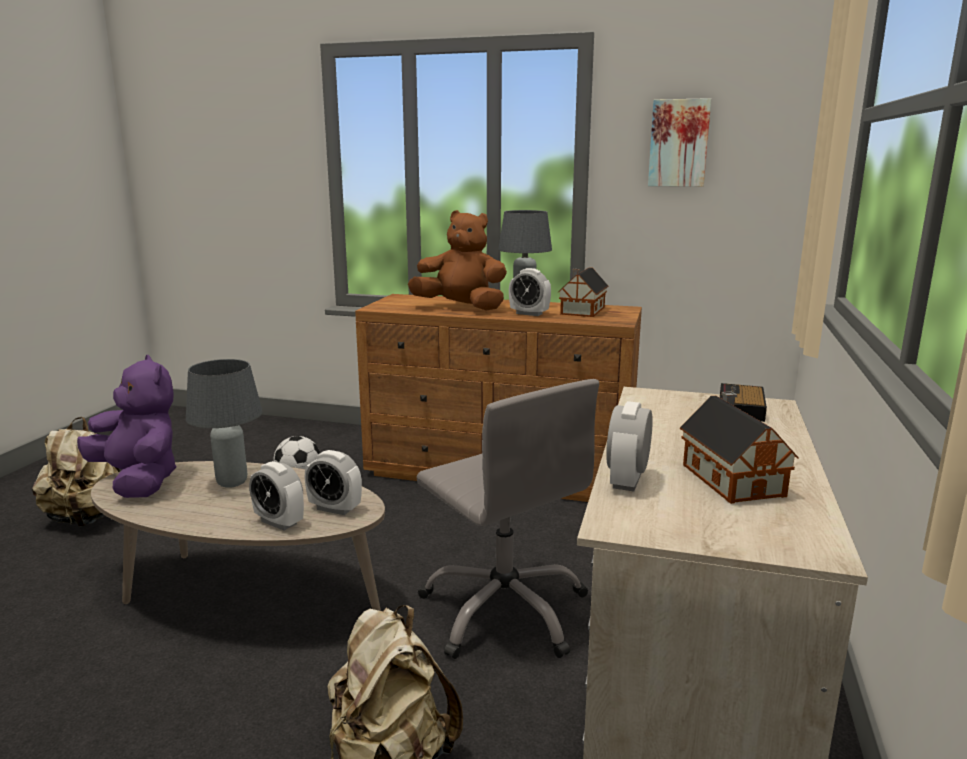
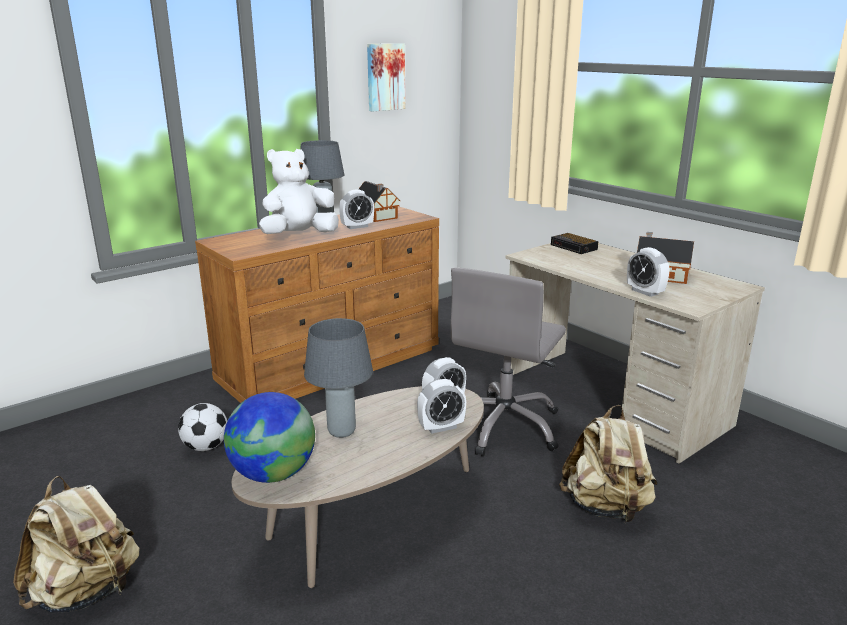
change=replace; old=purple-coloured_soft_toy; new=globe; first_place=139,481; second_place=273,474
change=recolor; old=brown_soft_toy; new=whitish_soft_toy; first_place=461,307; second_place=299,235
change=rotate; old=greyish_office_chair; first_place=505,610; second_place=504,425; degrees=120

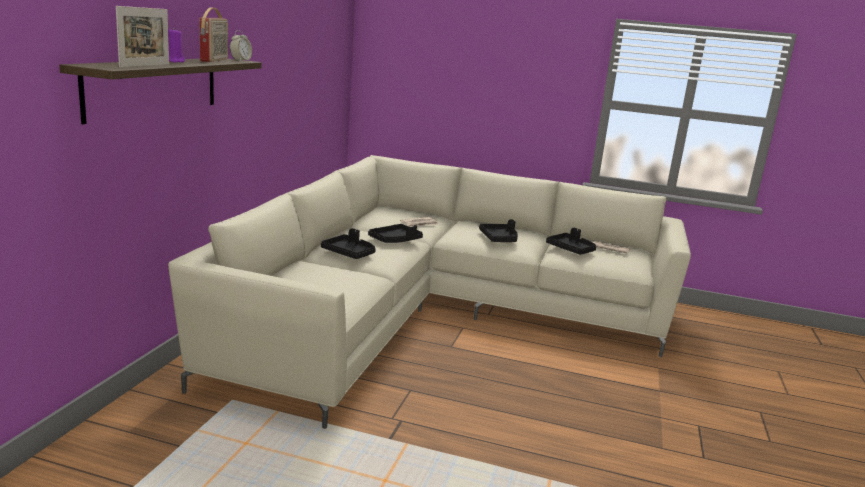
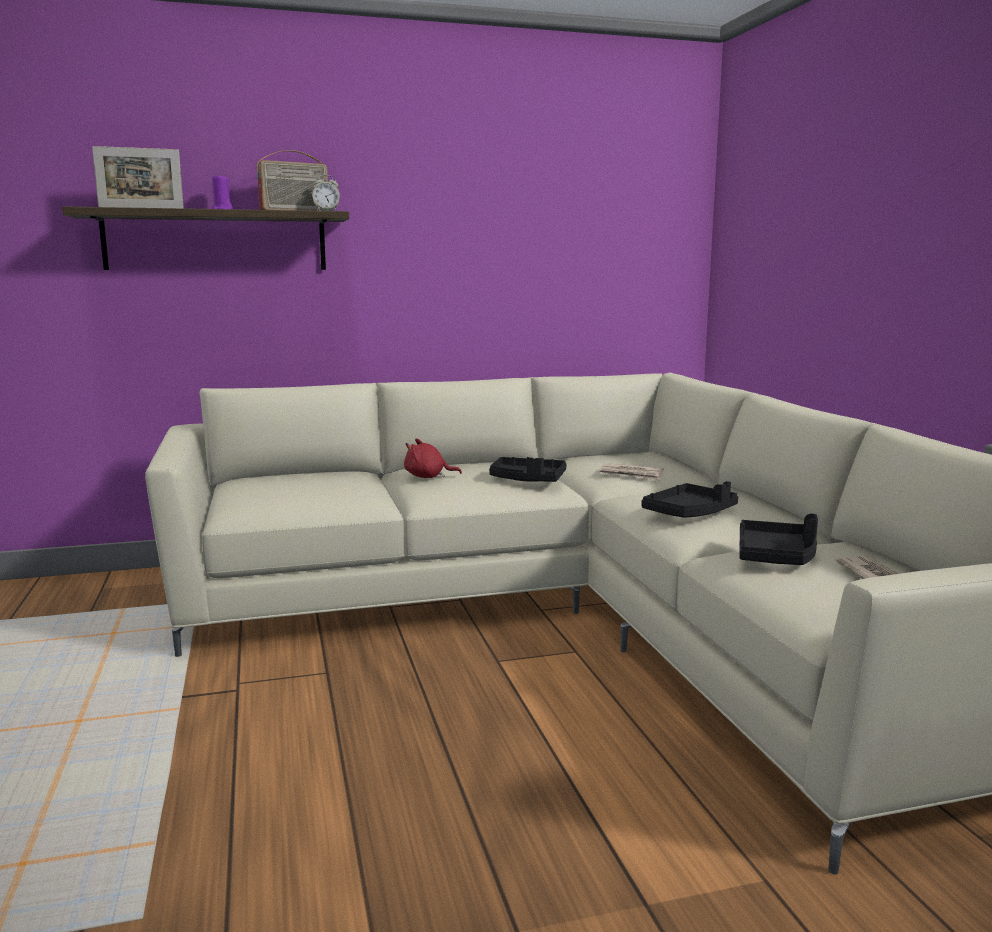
change=replace; old=blackish_tray; new=red_soft_toy; first_place=349,253; second_place=428,477

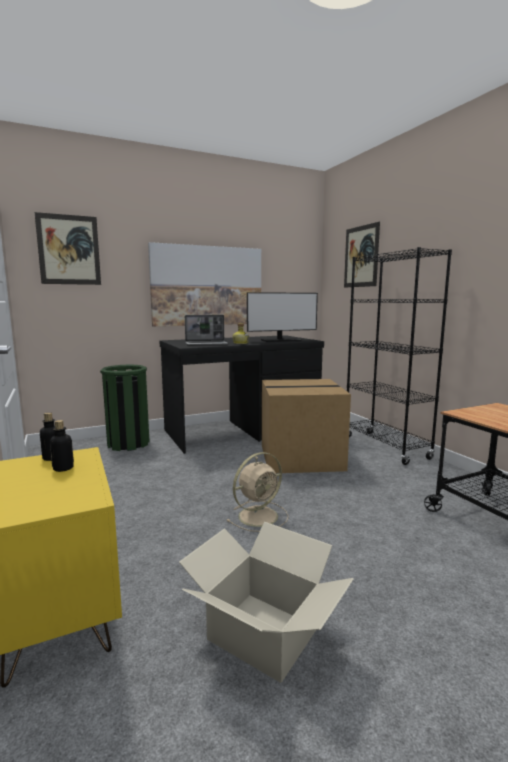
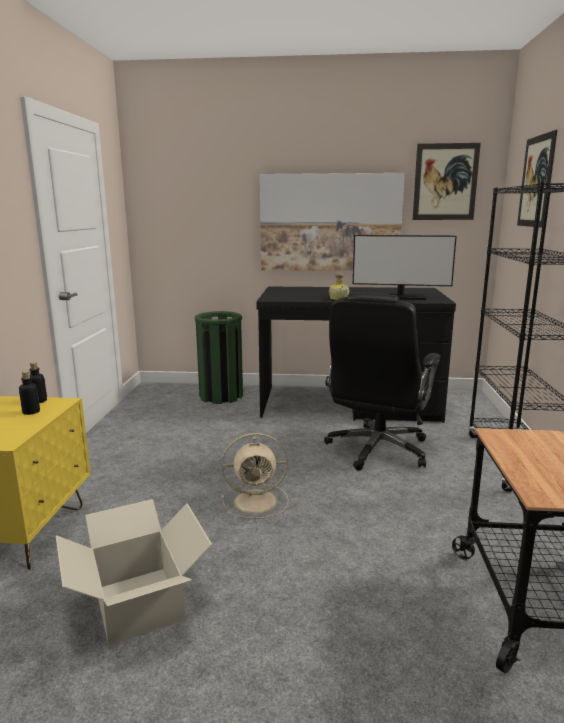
change=replace; old=packing_box; new=blackish_office_chair; first_place=300,458; second_place=377,450
change=move; old=wall_art; first_place=69,250; second_place=445,182
change=delete; old=portable_computer; first_place=207,344

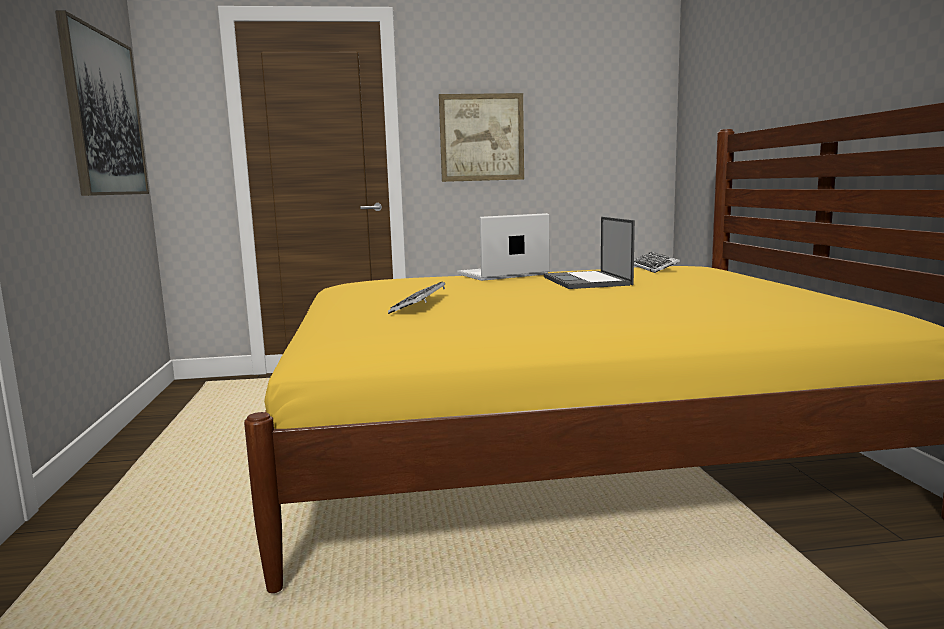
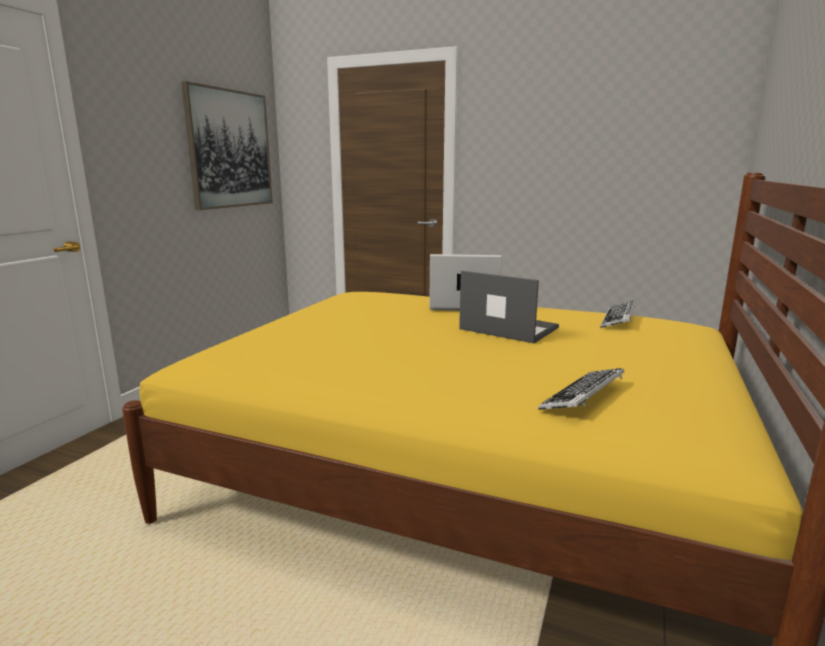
change=rotate; old=portable_computer; first_place=587,281; second_place=507,328; degrees=105
change=move; old=computer_keyboard; first_place=419,304; second_place=583,397
change=delete; old=wall_art; first_place=482,137

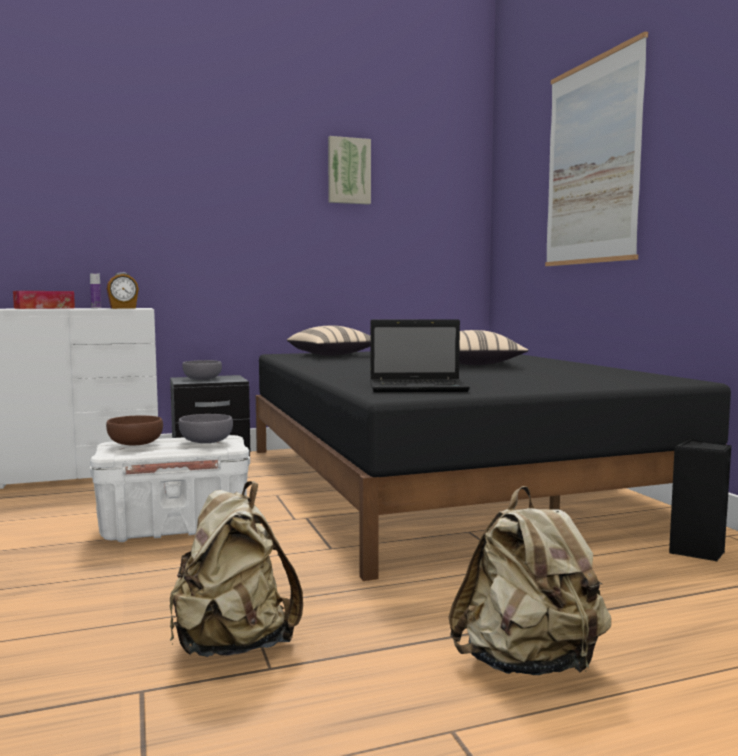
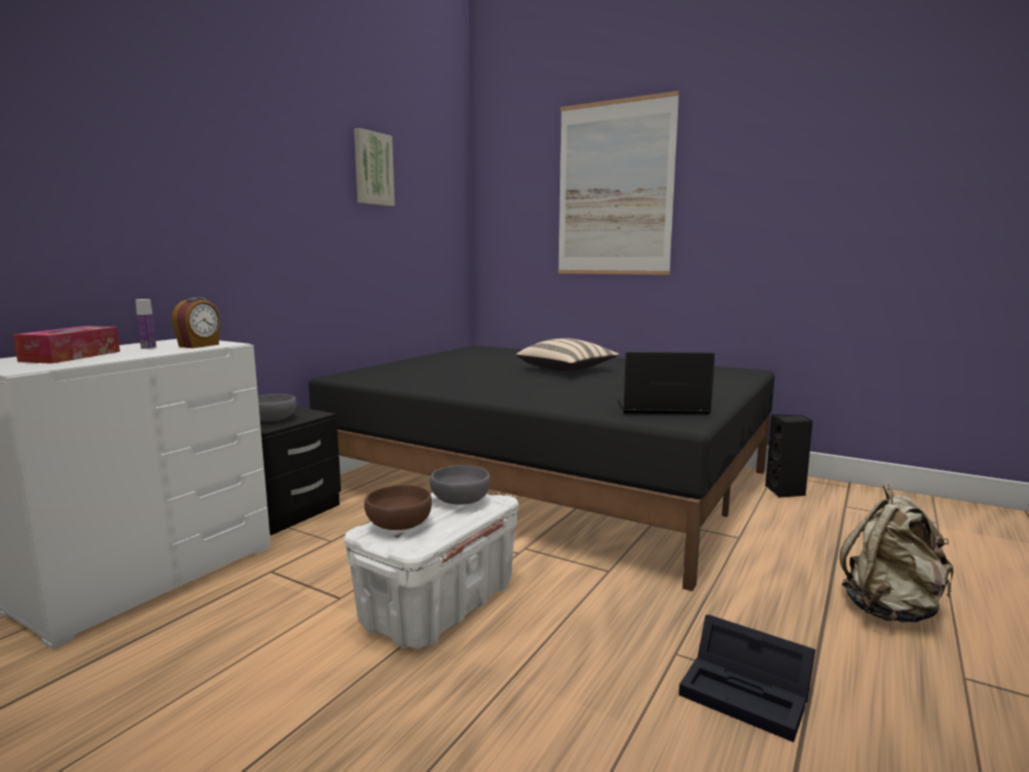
change=rotate; old=portable_computer; first_place=420,388; second_place=659,408; degrees=-135
change=replace; old=sand-coloured_knapsack; new=blackish_storage_container; first_place=233,645; second_place=749,693
change=delete; old=sand-coloured_throw_pillow; first_place=332,355

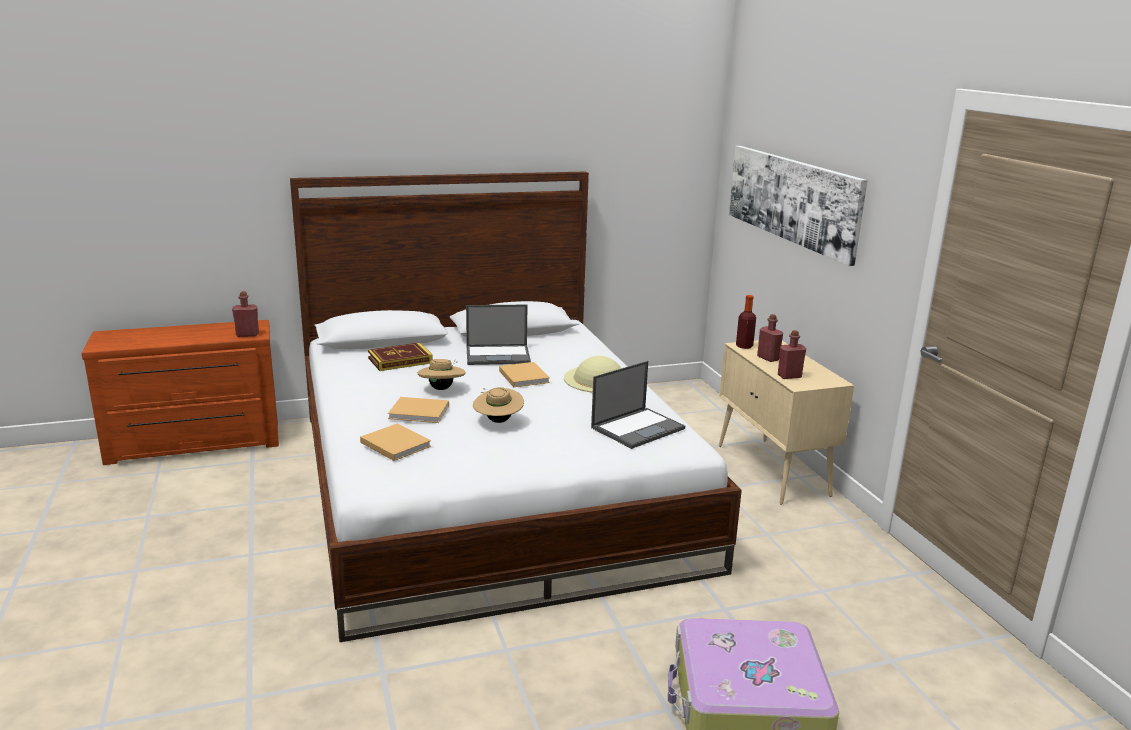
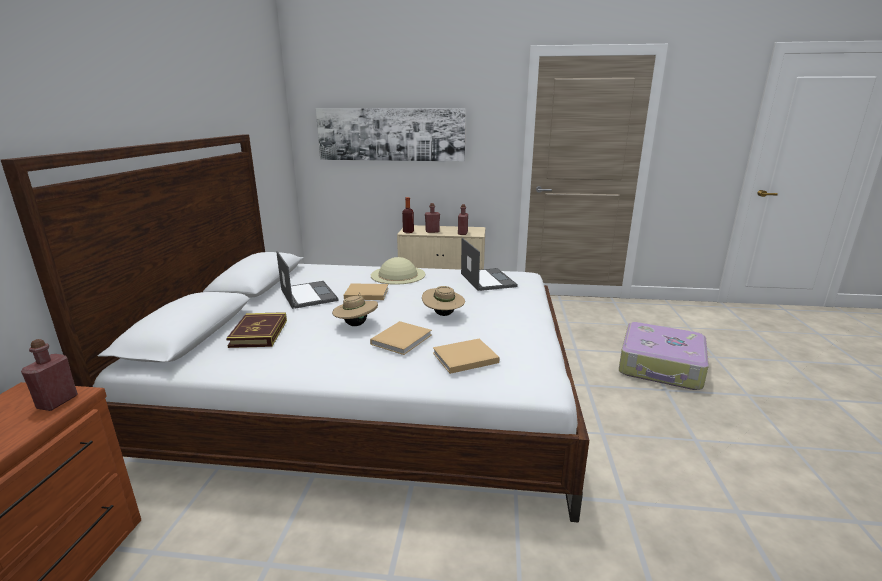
change=rotate; old=portable_computer; first_place=498,355; second_place=308,295; degrees=-45

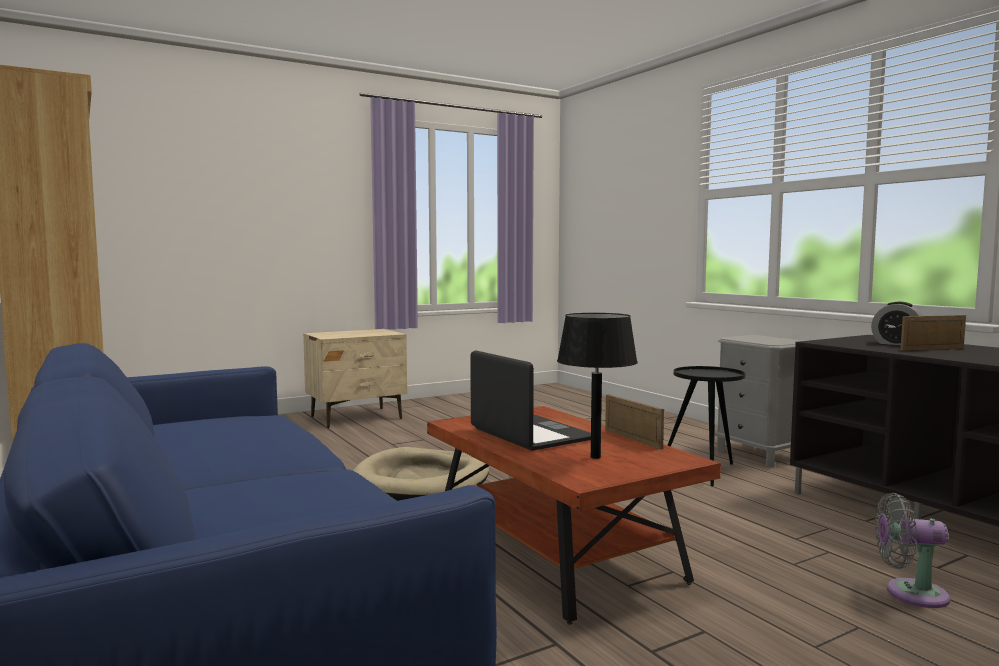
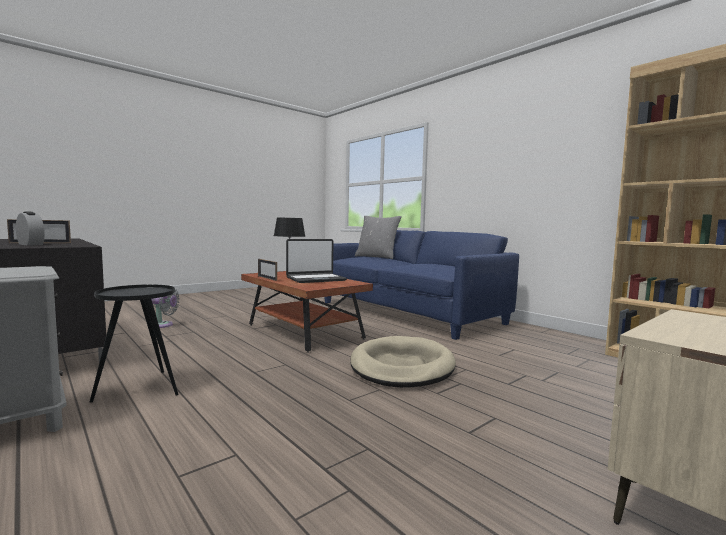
change=rotate; old=portable_computer; first_place=529,435; second_place=316,279; degrees=-75
change=insert; new=greyish_throw_pillow; second_place=377,257

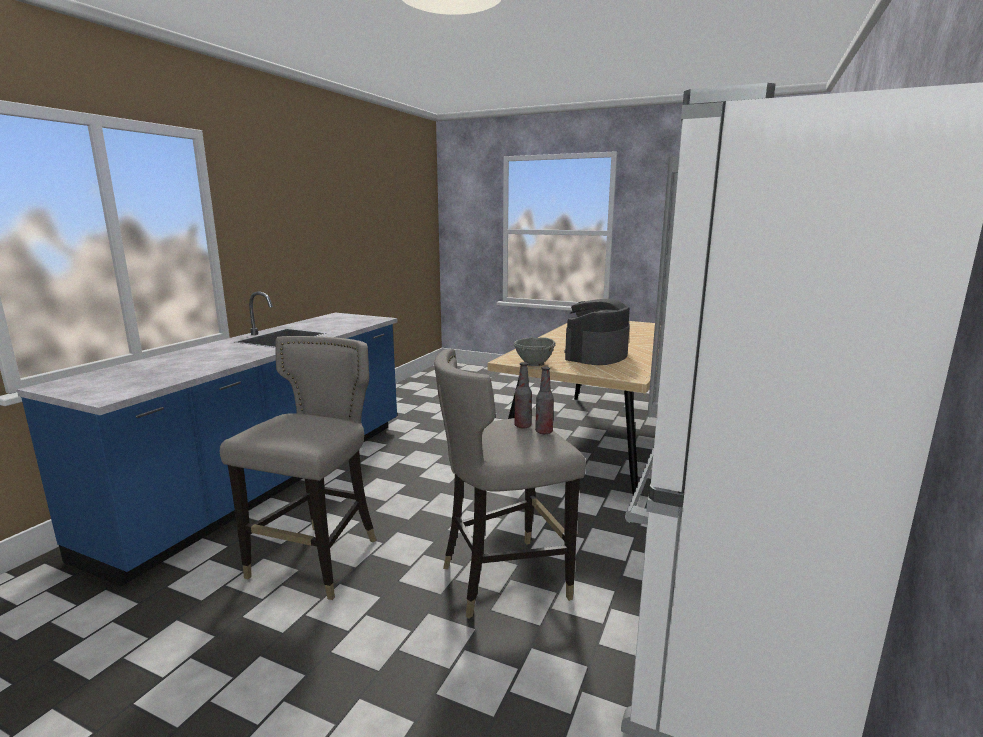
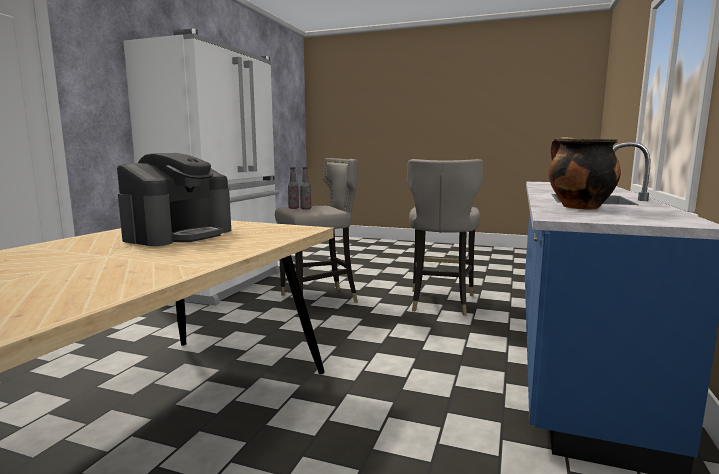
change=insert; new=cooking_pot; second_place=578,207
change=delete; old=greyish_serving_bowl; first_place=534,364

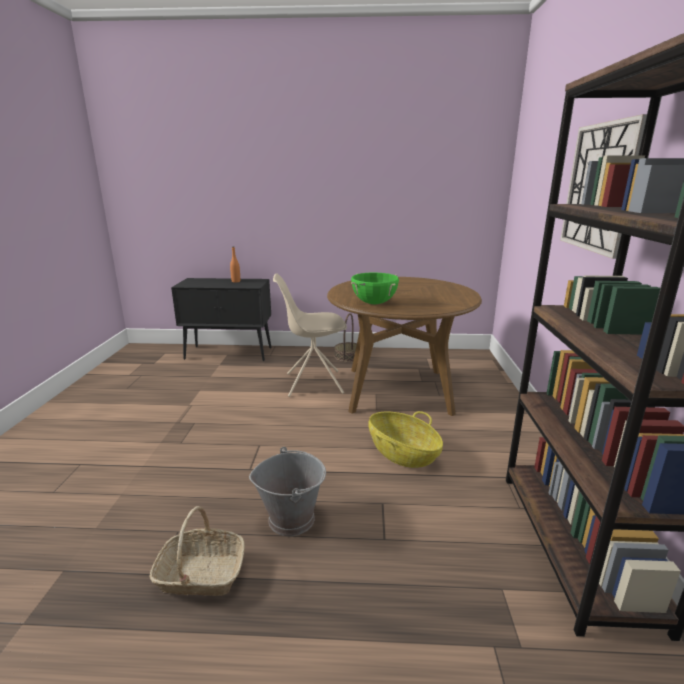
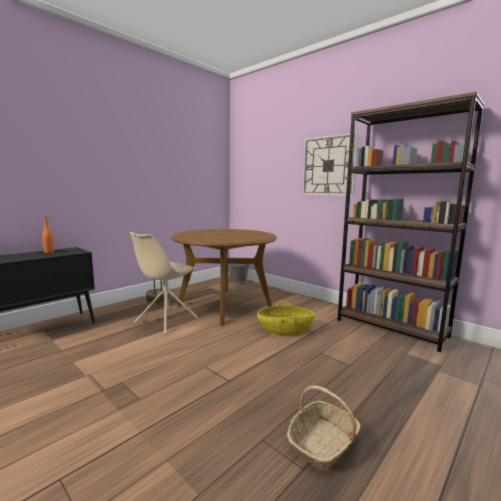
change=move; old=greyish_bucket; first_place=291,518; second_place=238,282
change=delete; old=greenish_cooking_pot; first_place=374,303

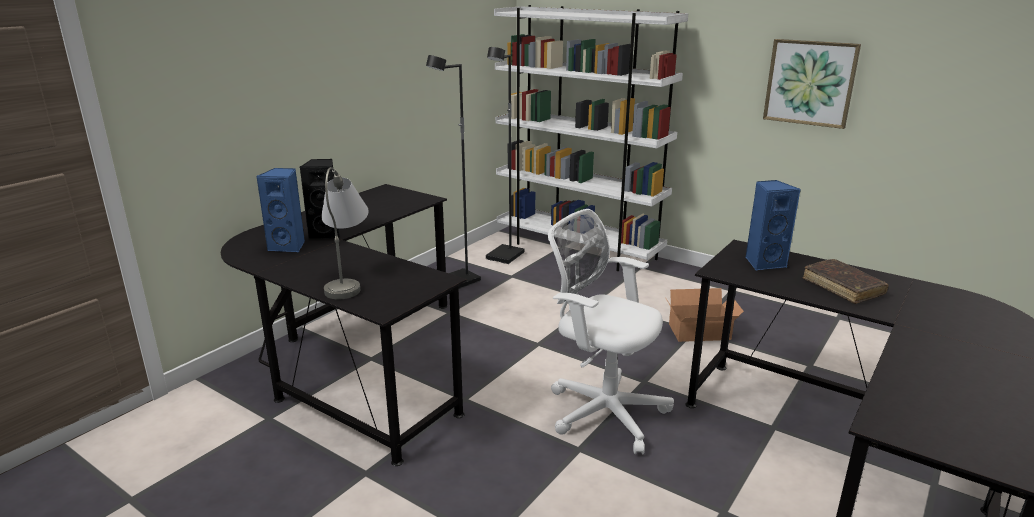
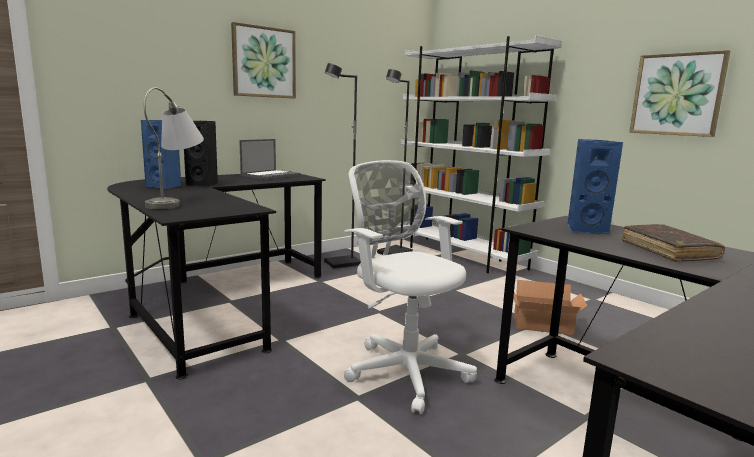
change=insert; new=wall_art; second_place=263,62
change=insert; new=portable_computer; second_place=271,175

